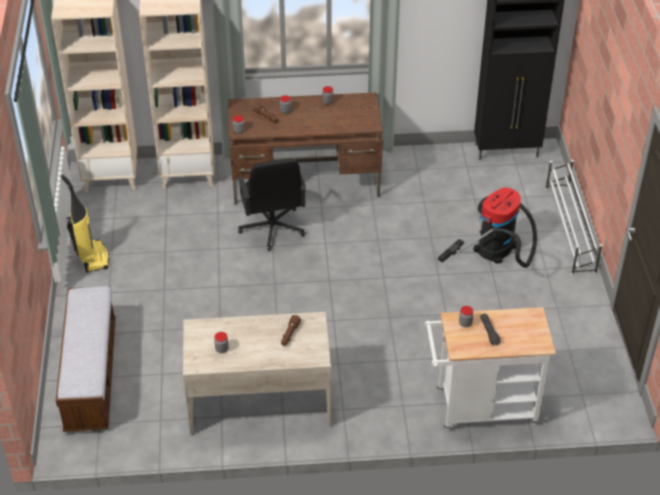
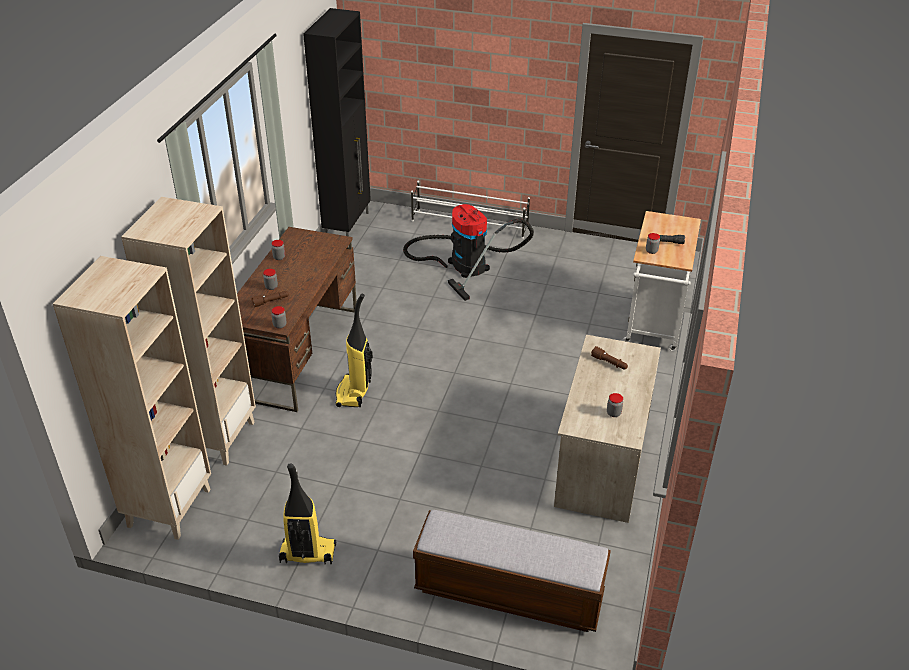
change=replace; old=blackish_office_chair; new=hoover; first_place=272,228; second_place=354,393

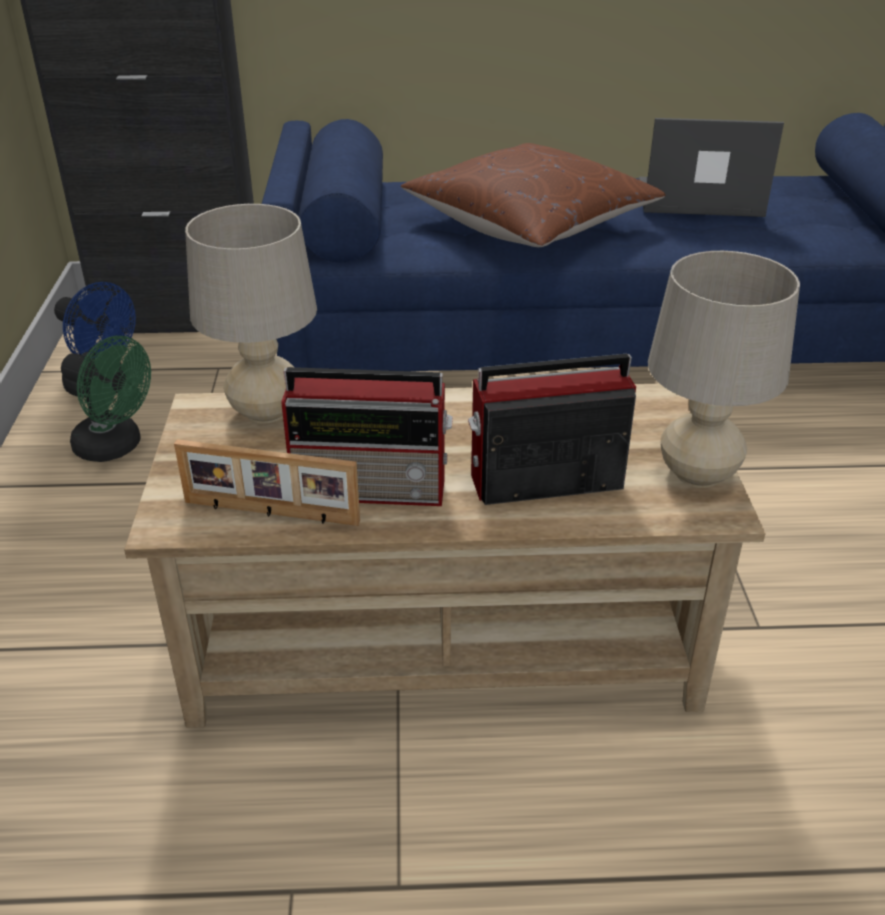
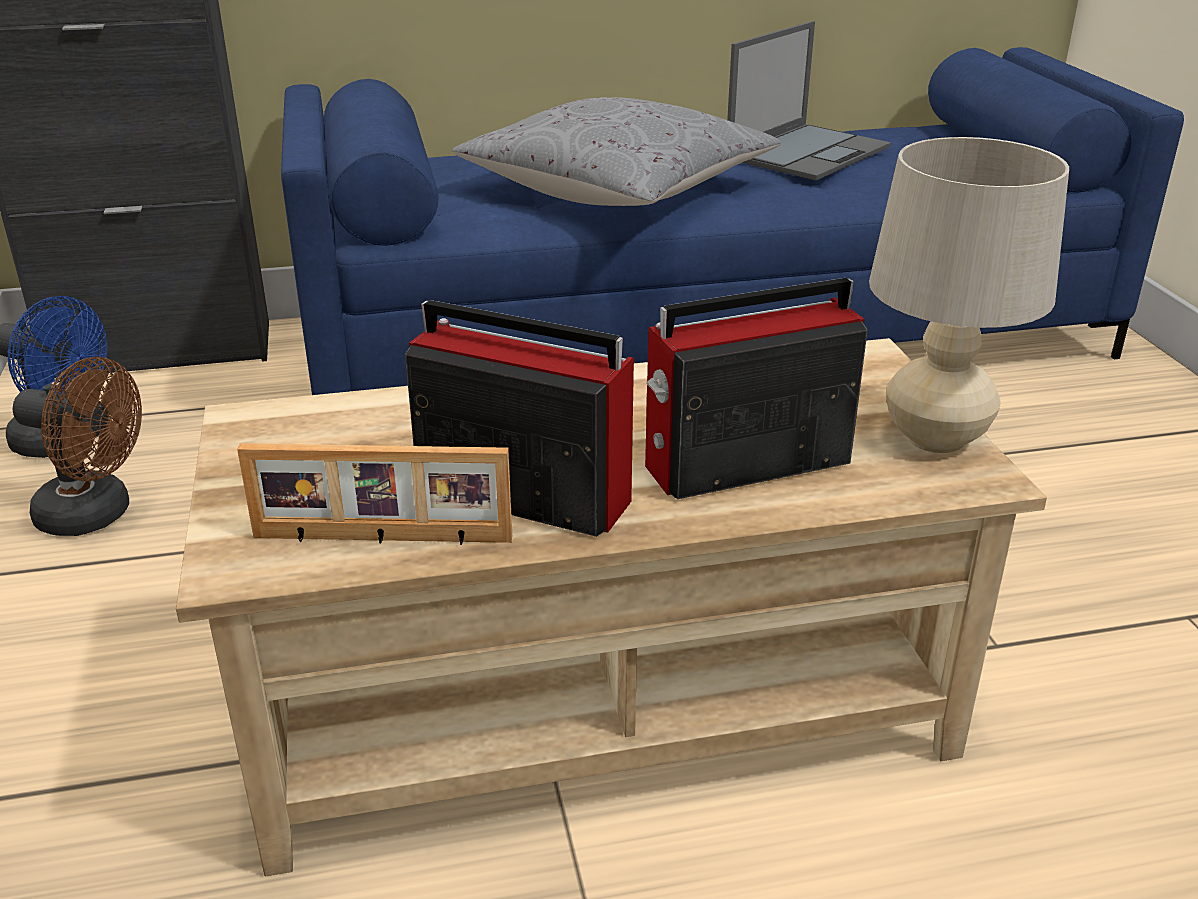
change=recolor; old=greenish_electric_fan; new=brown_electric_fan; first_place=116,447; second_place=97,515
change=rotate; old=radio_receiver; first_place=373,488; second_place=518,494; degrees=-150
change=recolor; old=brown_throw_pillow; new=greyish_throw_pillow; first_place=529,223; second_place=617,189
change=rotate; old=portable_computer; first_place=697,198; second_place=808,152; degrees=135
change=delete; old=sand-coloured_table_lamp; first_place=266,412

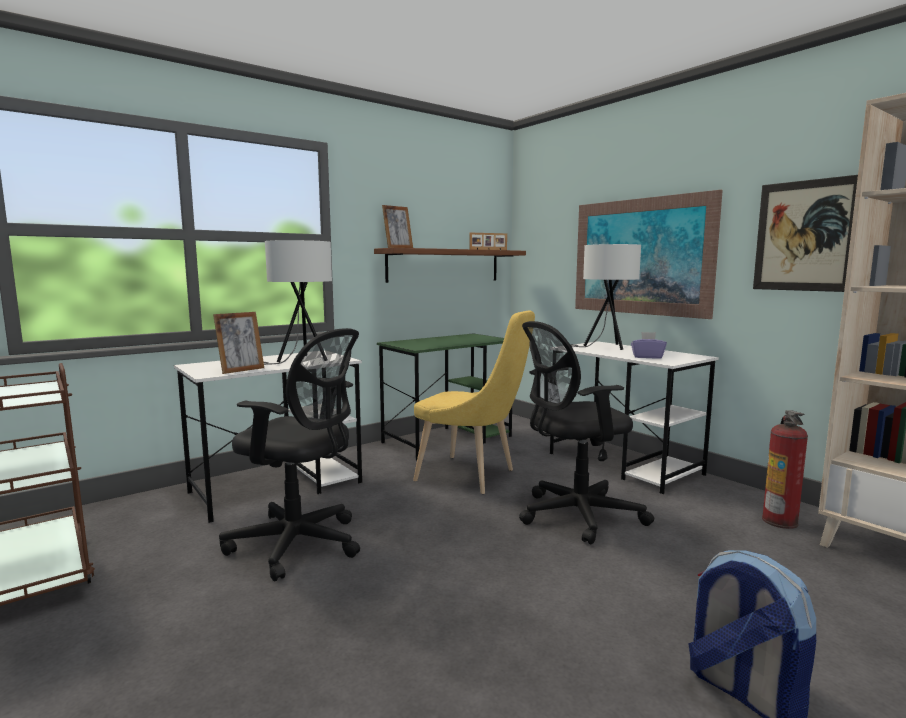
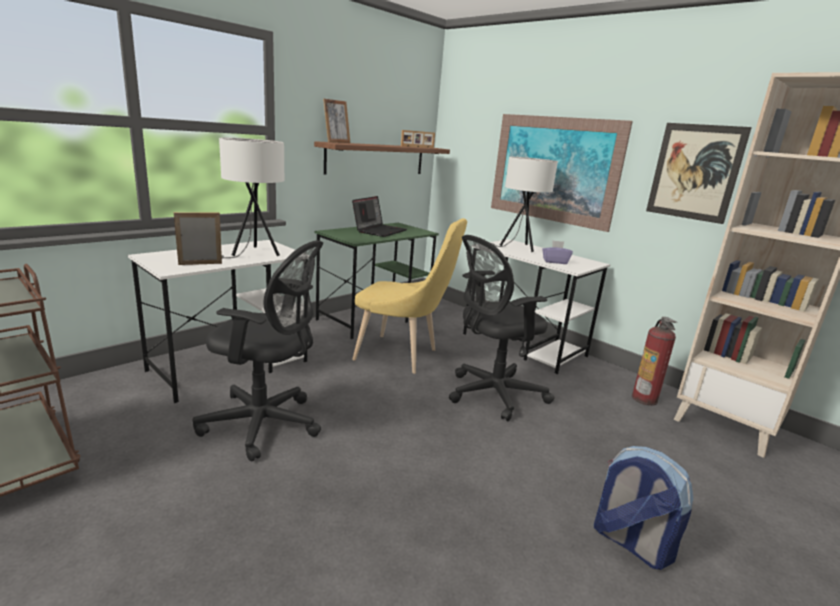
change=rotate; old=standing_frame; first_place=241,370; second_place=200,265; degrees=-150
change=insert; new=portable_computer; second_place=379,230

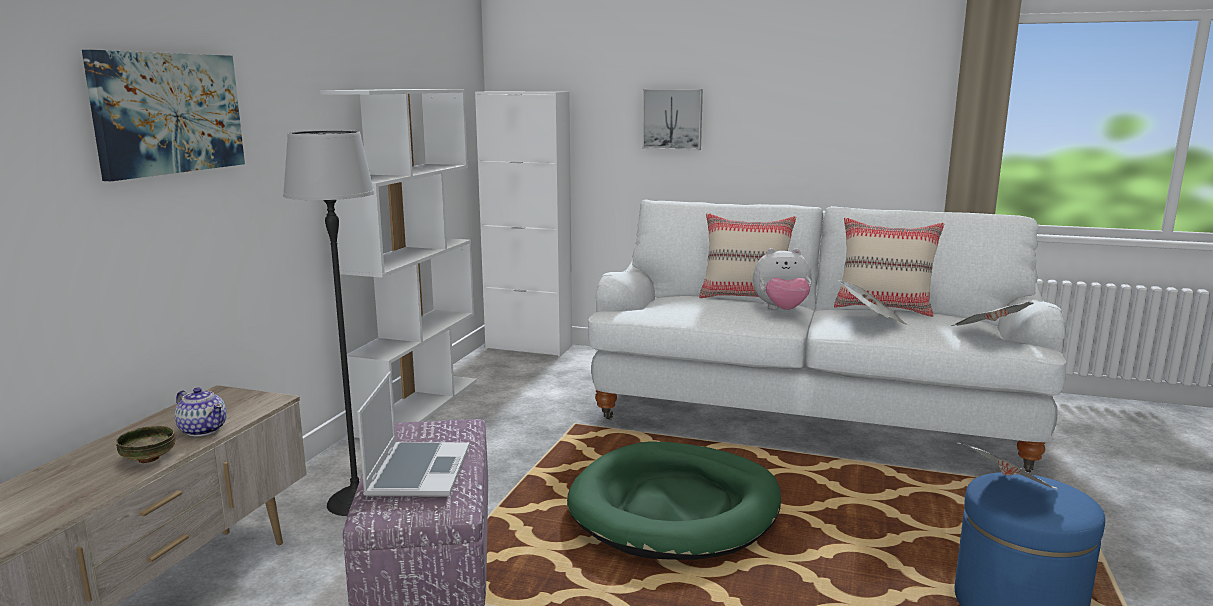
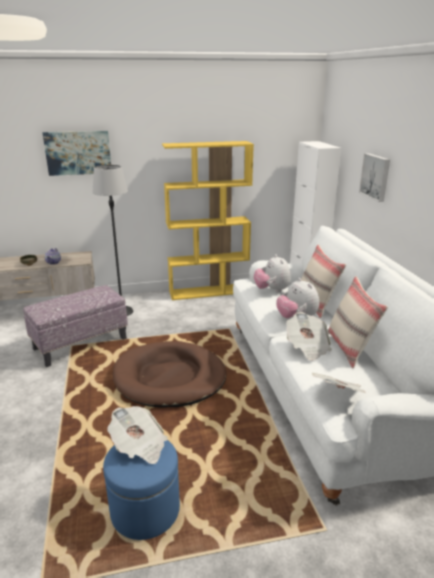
change=recolor; old=greenish_pet_bed; new=brown_pet_bed; first_place=675,507; second_place=169,378
change=recolor; old=whitish_bookshelf; new=yellowish_bookshelf; first_place=418,406; second_place=209,291
change=insert; new=soft_toy; second_place=272,290
change=delete; old=portable_computer; first_place=417,471

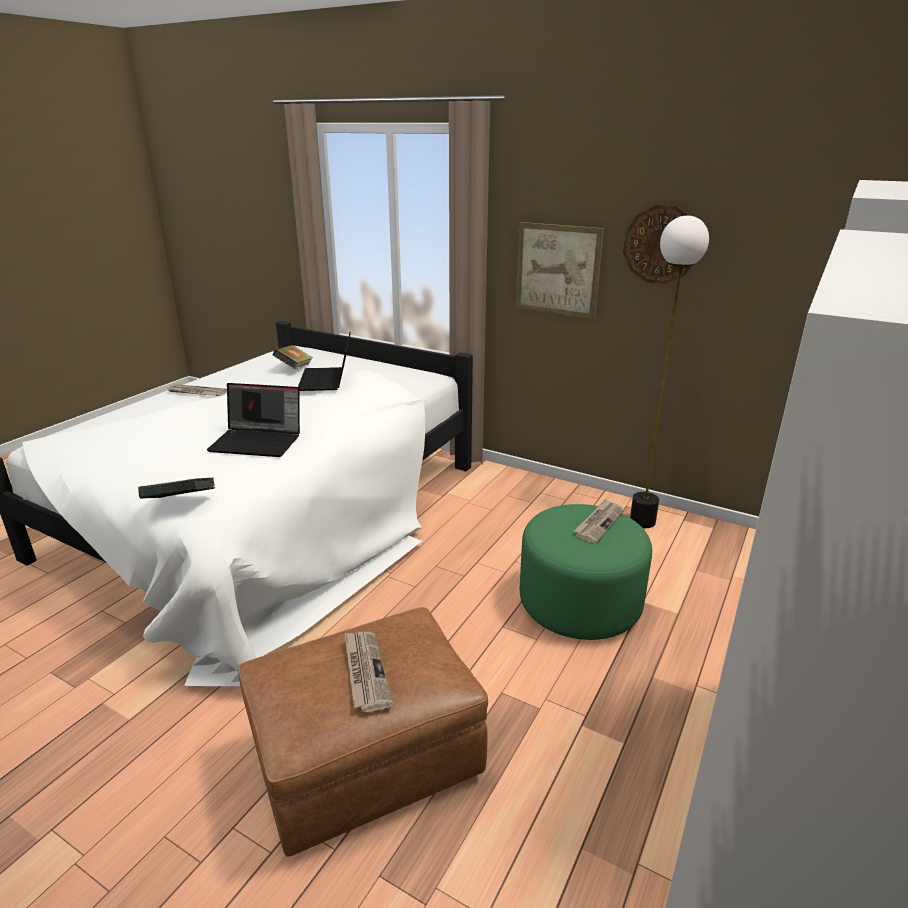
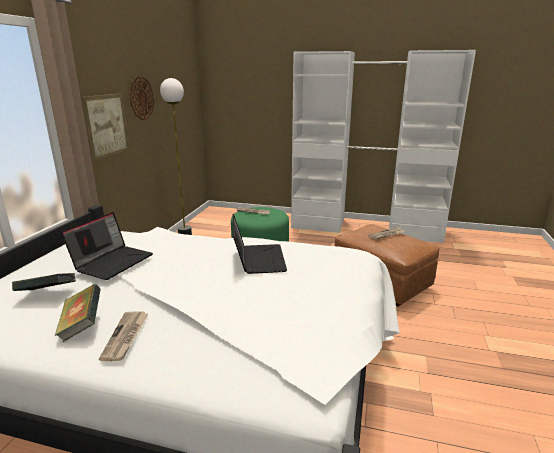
change=move; old=volume; first_place=181,504; second_place=82,326
change=rotate; old=portable_computer; first_place=327,380; second_place=113,262; degrees=-45

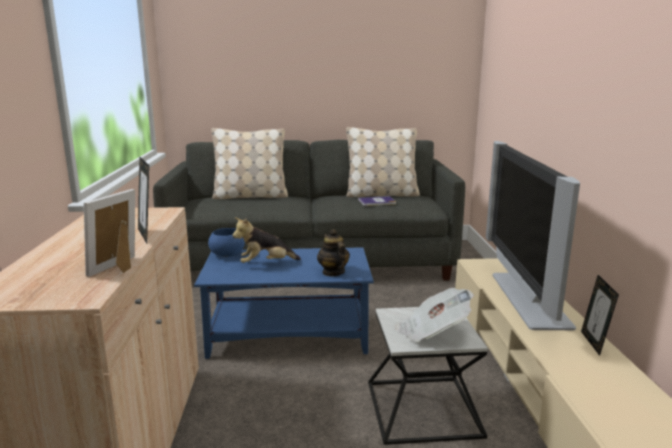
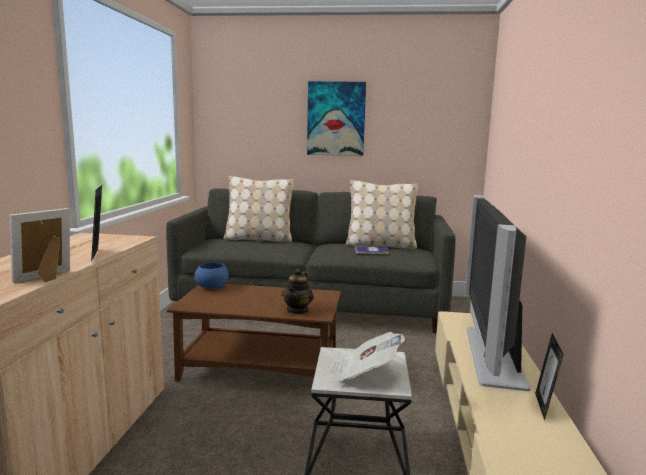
change=recolor; old=blue_lounge_table; new=brown_lounge_table; first_place=289,335; second_place=261,368
change=rotate; old=pot_for_tea; first_place=333,272; second_place=298,310; degrees=-150
change=insert; new=wall_art; second_place=336,119
change=delete; old=soft_toy; first_place=265,264

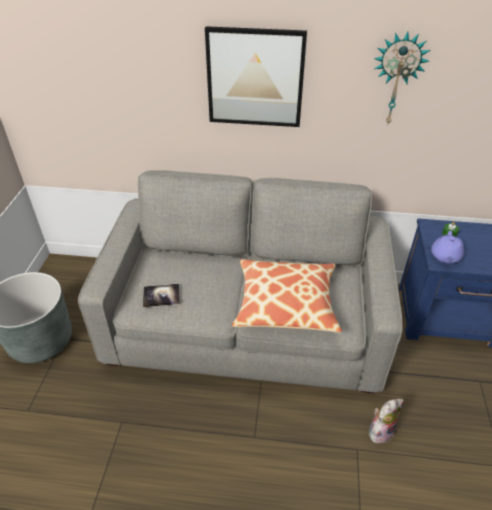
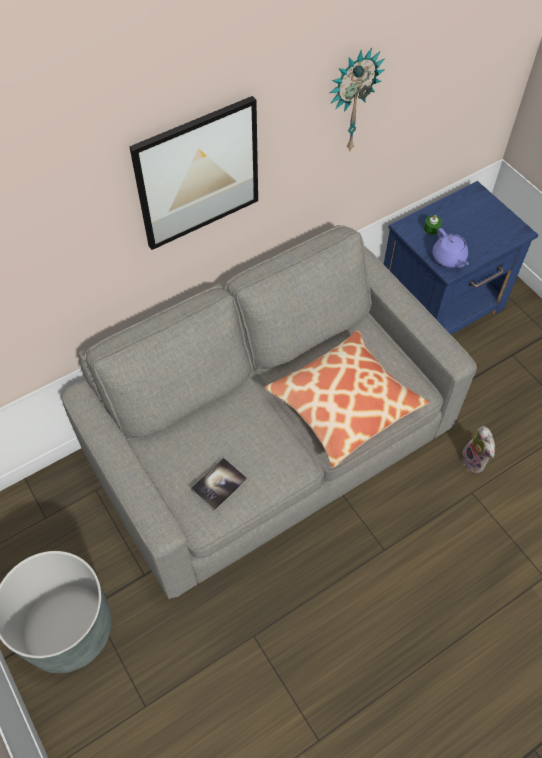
change=rotate; old=soft_toy; first_place=380,430; second_place=475,461; degrees=150

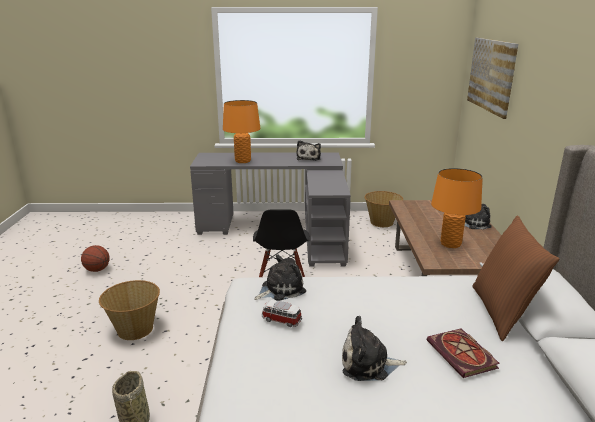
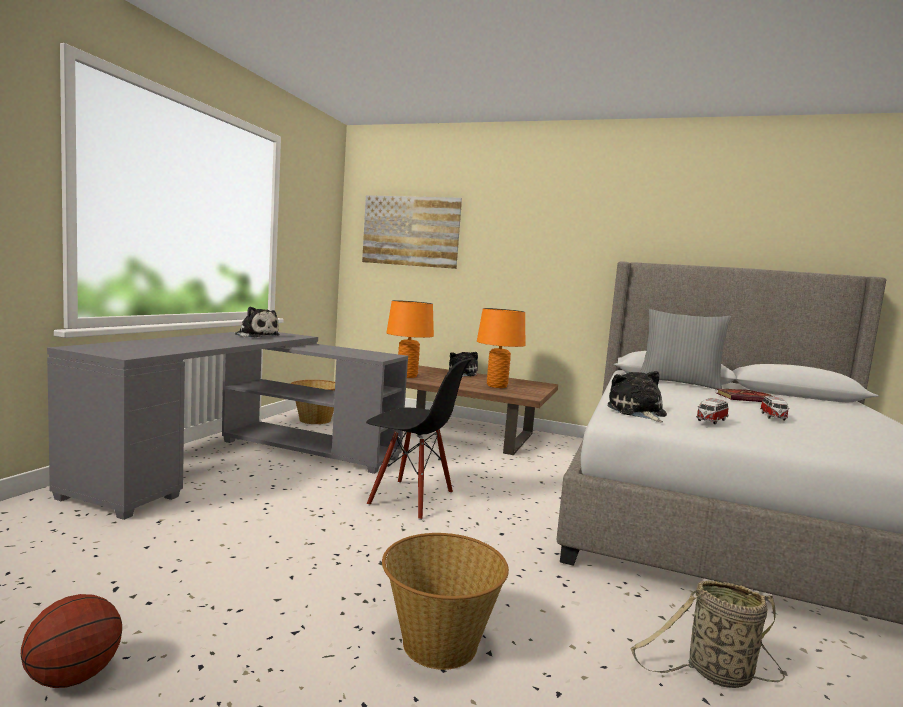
change=move; old=orangey_table_lamp; first_place=242,161; second_place=407,376
change=recolor; old=brown_throw_pillow; new=greyish_throw_pillow; first_place=503,312; second_place=679,383
change=replace; old=soft_toy; new=model_car; first_place=368,364; second_place=773,417

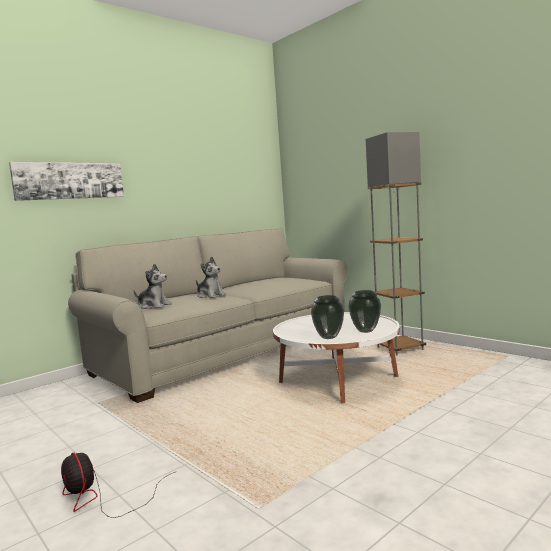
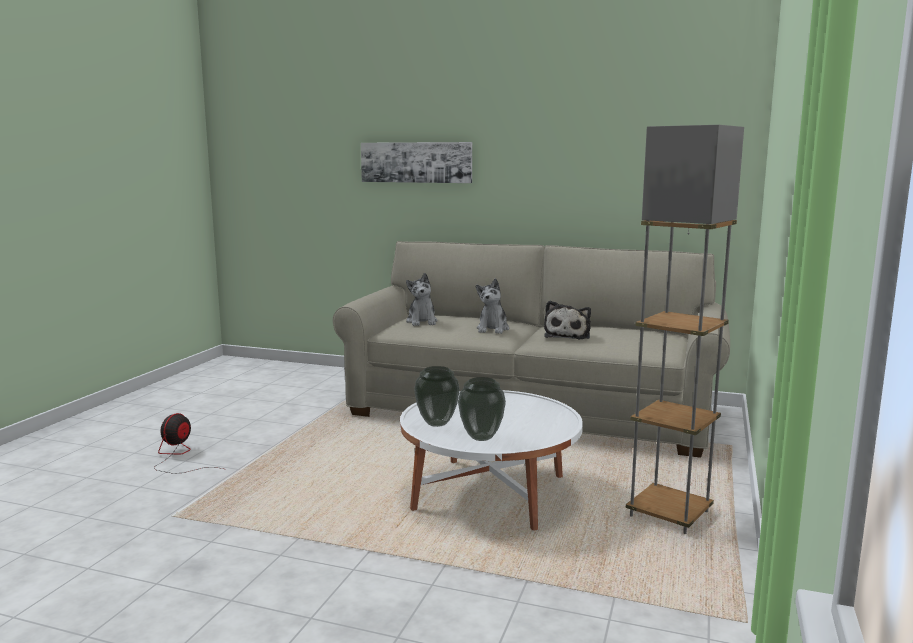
change=insert; new=soft_toy; second_place=568,335

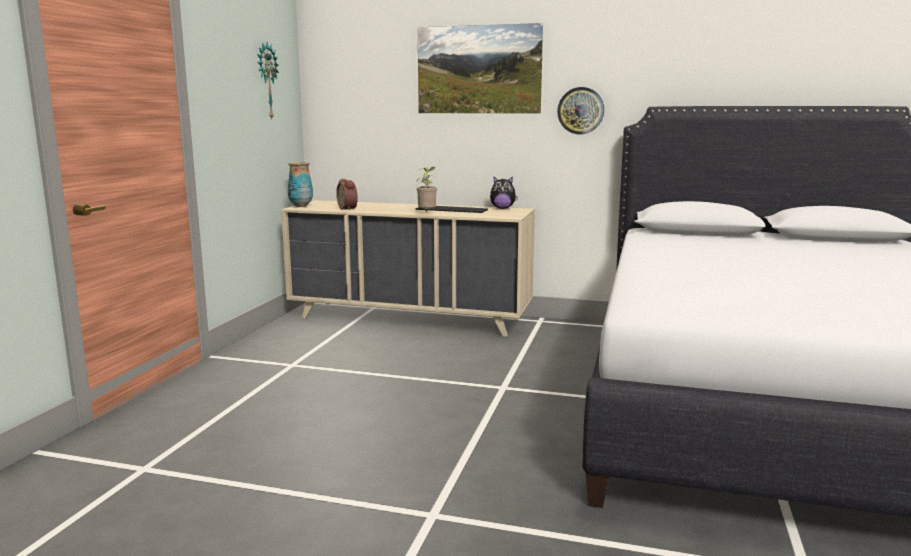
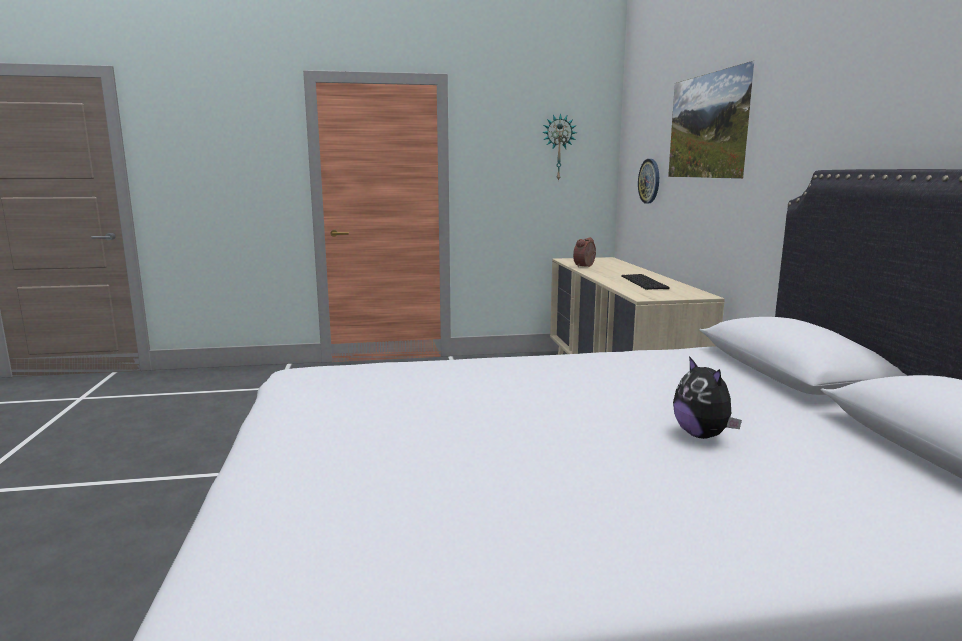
change=move; old=hanging_clock; first_place=580,110; second_place=649,181
change=move; old=soft_toy; first_place=502,208; second_place=702,435
change=delete; old=vase; first_place=300,206
change=delete; old=houseplant; first_place=427,214

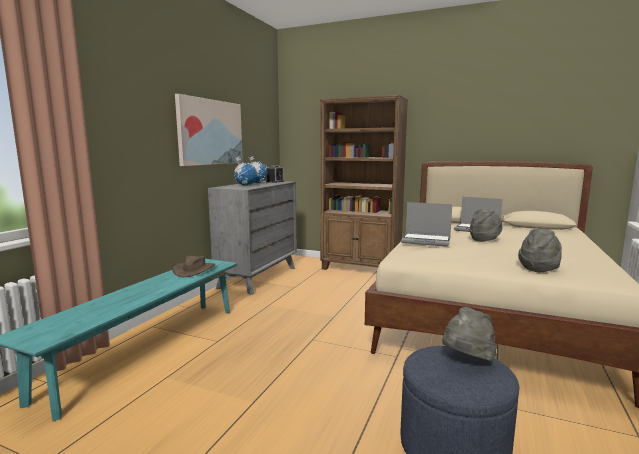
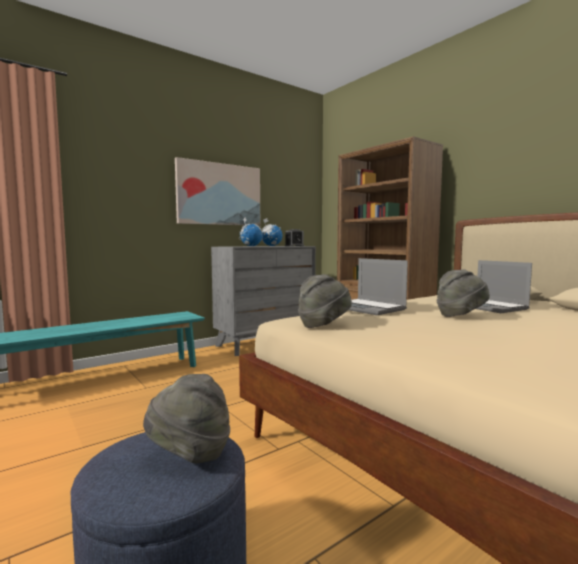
change=move; old=greyish_hat; first_place=539,268; second_place=323,325
change=delete; old=brown_hat; first_place=194,270

